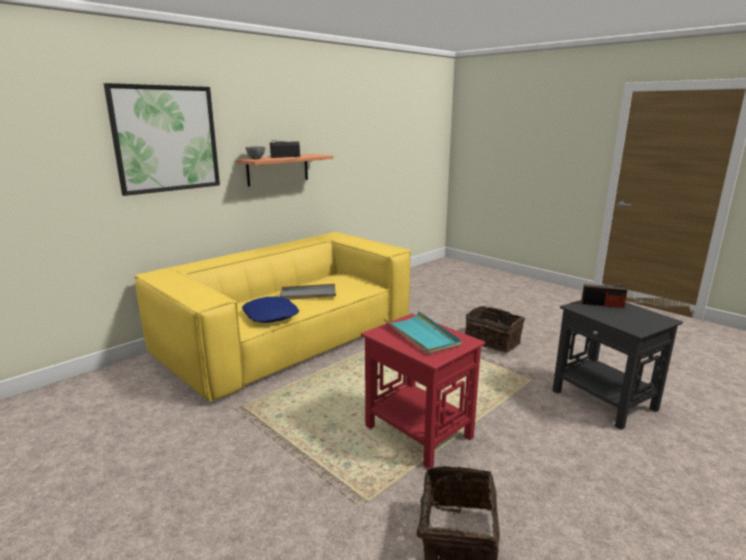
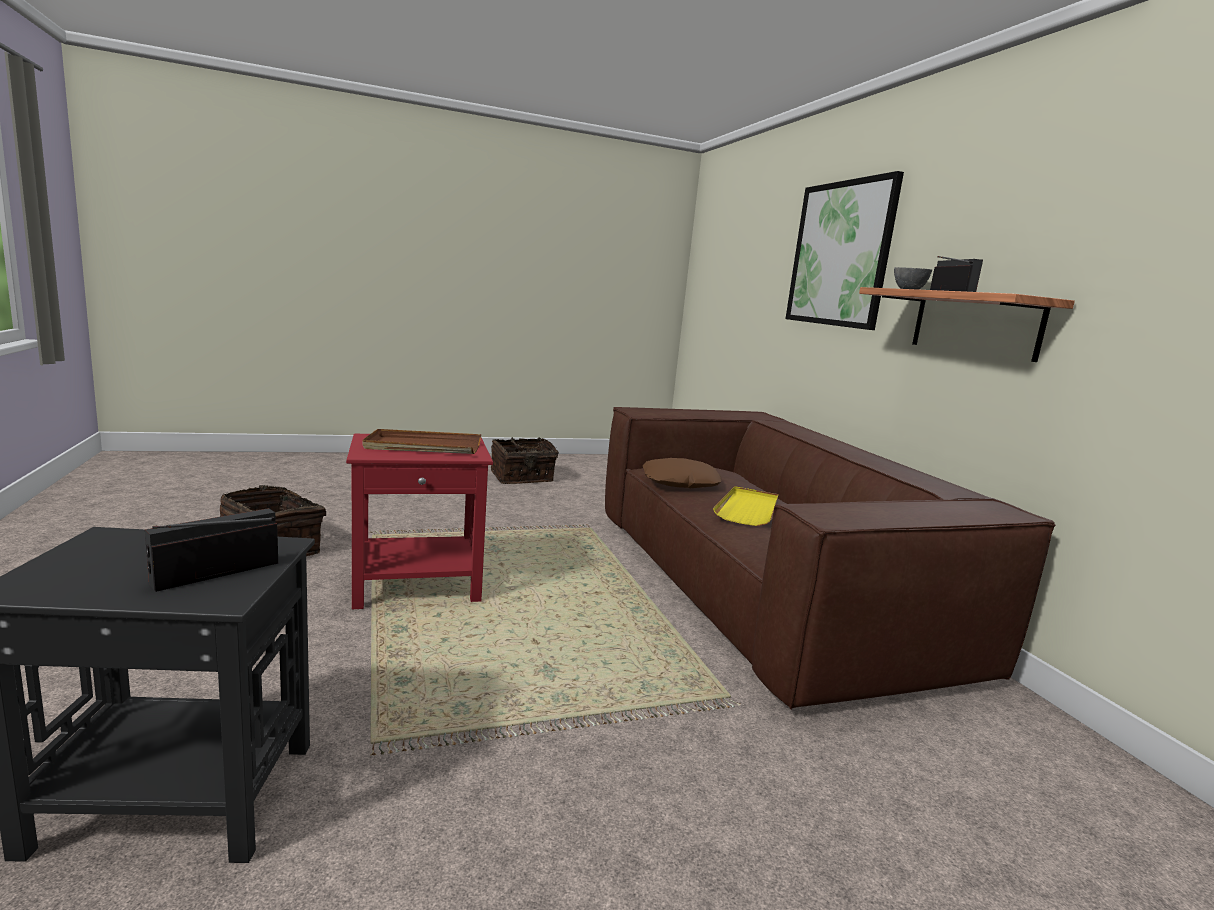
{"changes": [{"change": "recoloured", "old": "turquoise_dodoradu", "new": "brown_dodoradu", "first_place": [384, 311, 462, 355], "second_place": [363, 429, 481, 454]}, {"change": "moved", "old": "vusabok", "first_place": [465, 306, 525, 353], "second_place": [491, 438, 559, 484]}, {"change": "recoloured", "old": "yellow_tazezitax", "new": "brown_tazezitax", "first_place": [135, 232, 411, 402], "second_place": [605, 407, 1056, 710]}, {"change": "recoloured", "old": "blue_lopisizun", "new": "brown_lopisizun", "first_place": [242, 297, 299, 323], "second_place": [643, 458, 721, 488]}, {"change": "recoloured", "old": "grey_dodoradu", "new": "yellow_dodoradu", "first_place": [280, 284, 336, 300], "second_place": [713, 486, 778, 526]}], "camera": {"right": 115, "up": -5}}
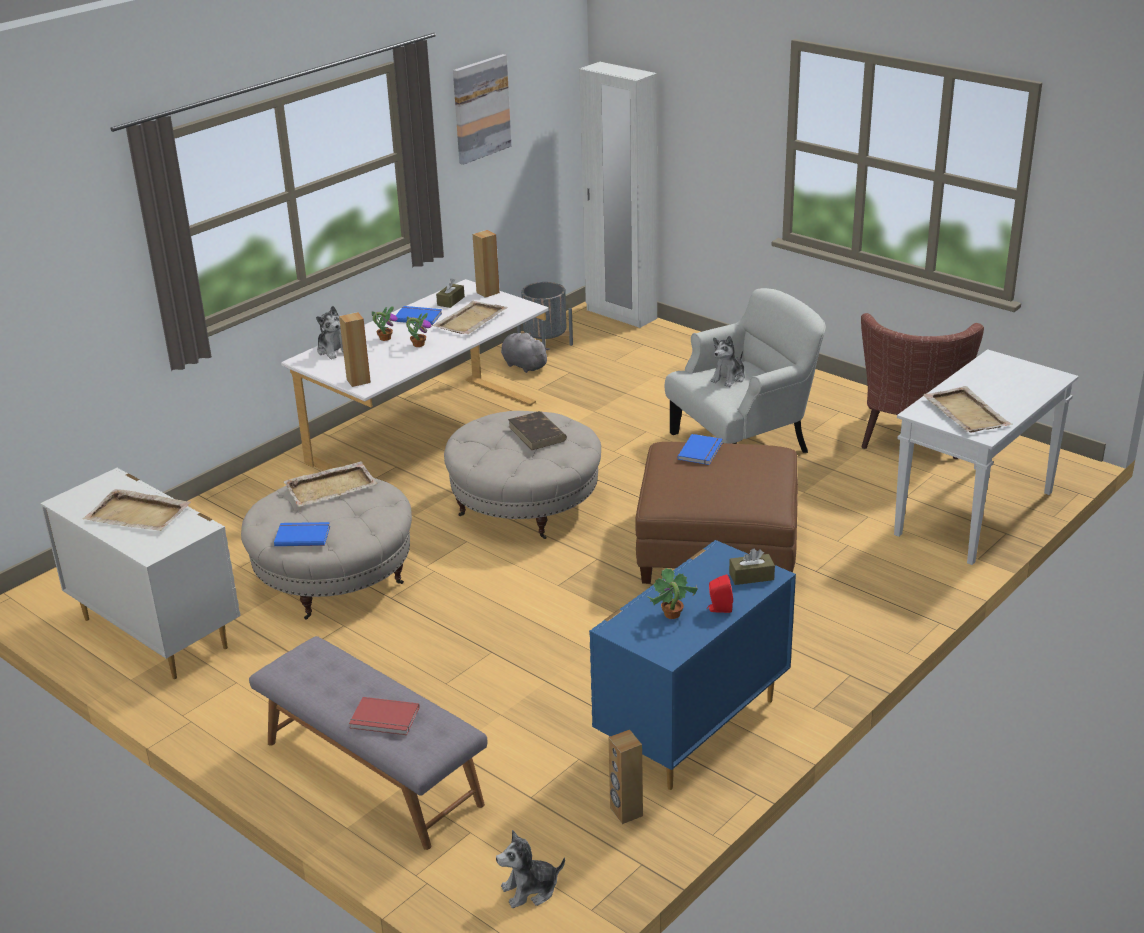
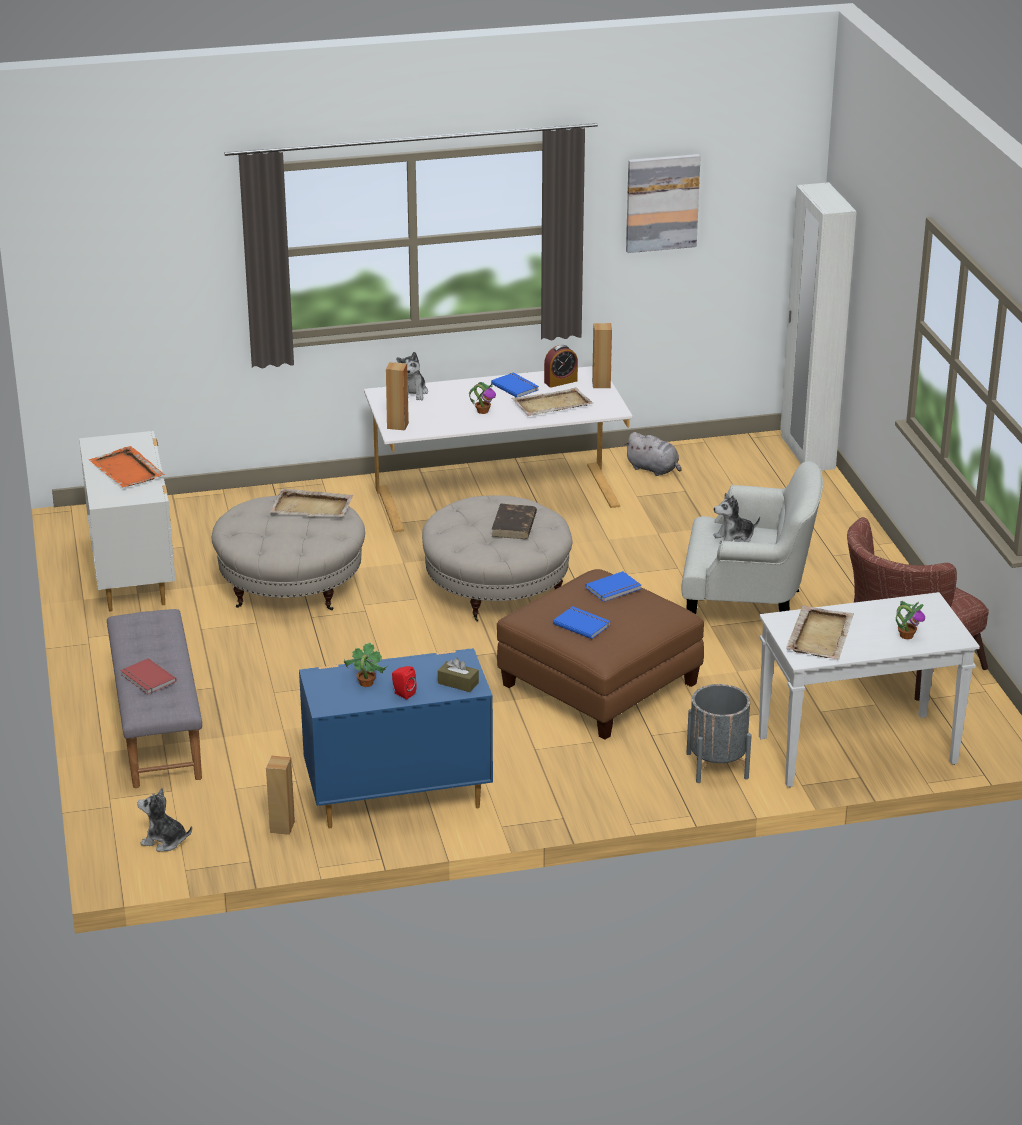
{"changes": [{"change": "recoloured", "old": "beige_dodoradu", "new": "orange_dodoradu", "first_place": [83, 489, 191, 531], "second_place": [89, 446, 165, 488]}, {"change": "replaced", "old": "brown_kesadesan", "new": "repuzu", "first_place": [436, 278, 465, 308], "second_place": [544, 345, 578, 388]}, {"change": "moved", "old": "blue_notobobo", "first_place": [274, 522, 330, 546], "second_place": [553, 606, 611, 639]}, {"change": "turned", "old": "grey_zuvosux", "first_place": [501, 332, 550, 373], "second_place": [624, 432, 681, 476], "degrees": 135}, {"change": "moved", "old": "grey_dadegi", "first_place": [517, 282, 573, 348], "second_place": [686, 684, 752, 783]}, {"change": "moved", "old": "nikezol", "first_place": [372, 306, 398, 341], "second_place": [896, 601, 925, 639]}], "camera": {"right": 35, "up": 0}}
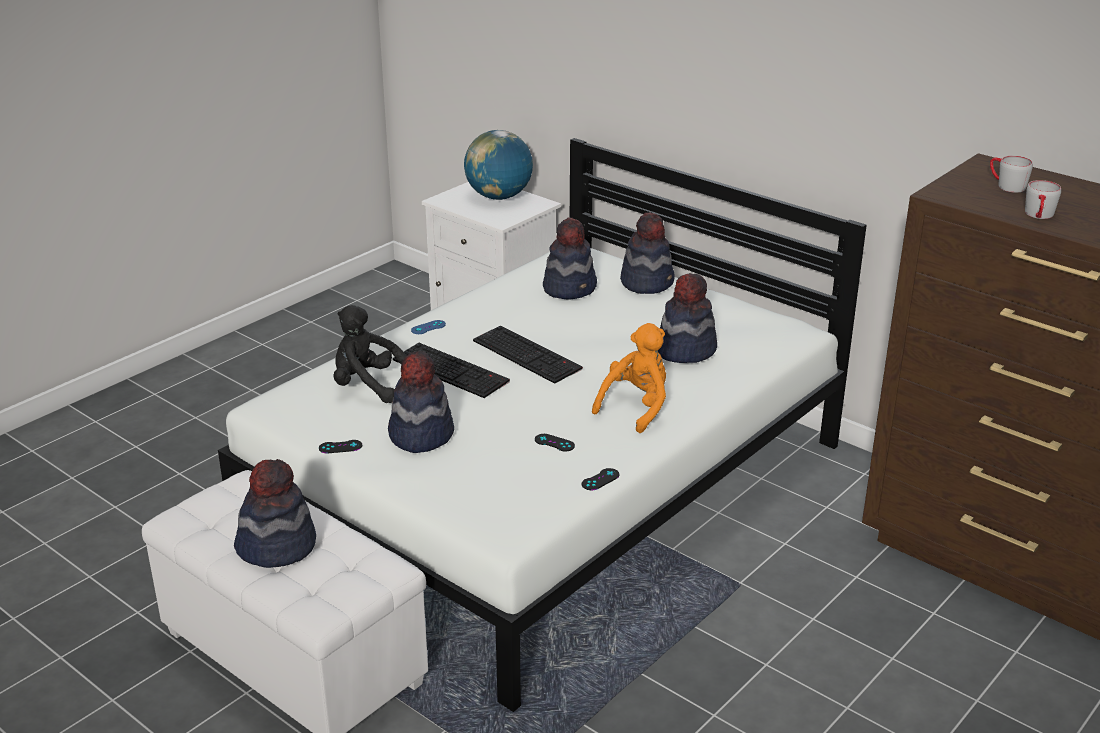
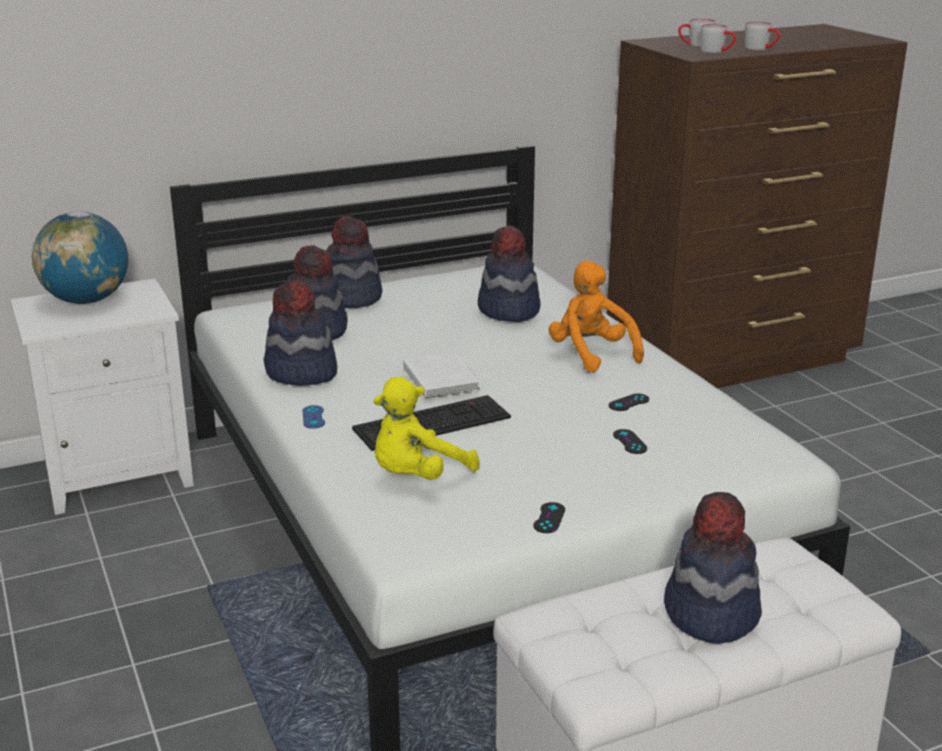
{"changes": [{"change": "moved", "old": "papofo", "first_place": [388, 351, 454, 453], "second_place": [264, 280, 338, 386]}, {"change": "recoloured", "old": "black_zuvosux", "new": "yellow_zuvosux", "first_place": [334, 305, 406, 403], "second_place": [373, 377, 480, 480]}, {"change": "replaced", "old": "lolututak", "new": "white_notobobo", "first_place": [473, 326, 583, 384], "second_place": [403, 352, 480, 398]}, {"change": "moved", "old": "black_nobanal", "first_place": [582, 468, 620, 490], "second_place": [613, 429, 647, 454]}, {"change": "added", "new": "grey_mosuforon", "second_place": [700, 24, 736, 53]}], "camera": {"right": -65, "up": -5}}
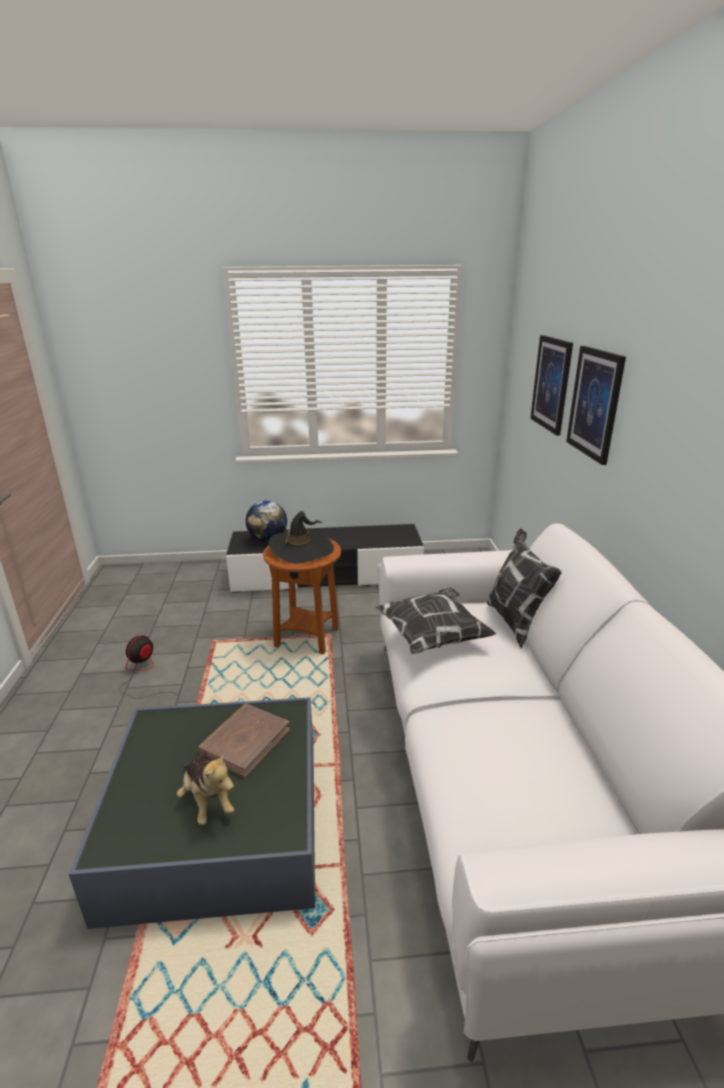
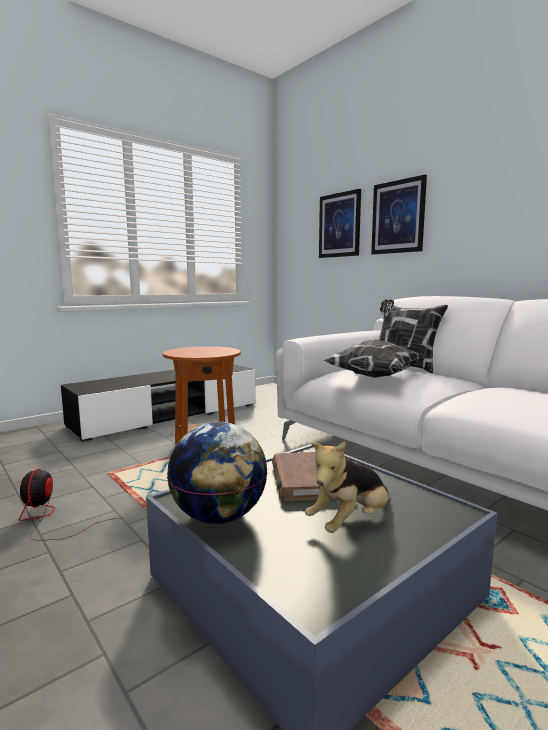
{"changes": [{"change": "moved", "old": "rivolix", "first_place": [245, 501, 287, 542], "second_place": [167, 422, 267, 524]}, {"change": "turned", "old": "zuvosux", "first_place": [177, 752, 234, 825], "second_place": [305, 442, 391, 533], "degrees": 120}, {"change": "removed", "old": "black_papofo", "first_place": [268, 511, 334, 564]}], "camera": {"right": -35, "up": -15}}
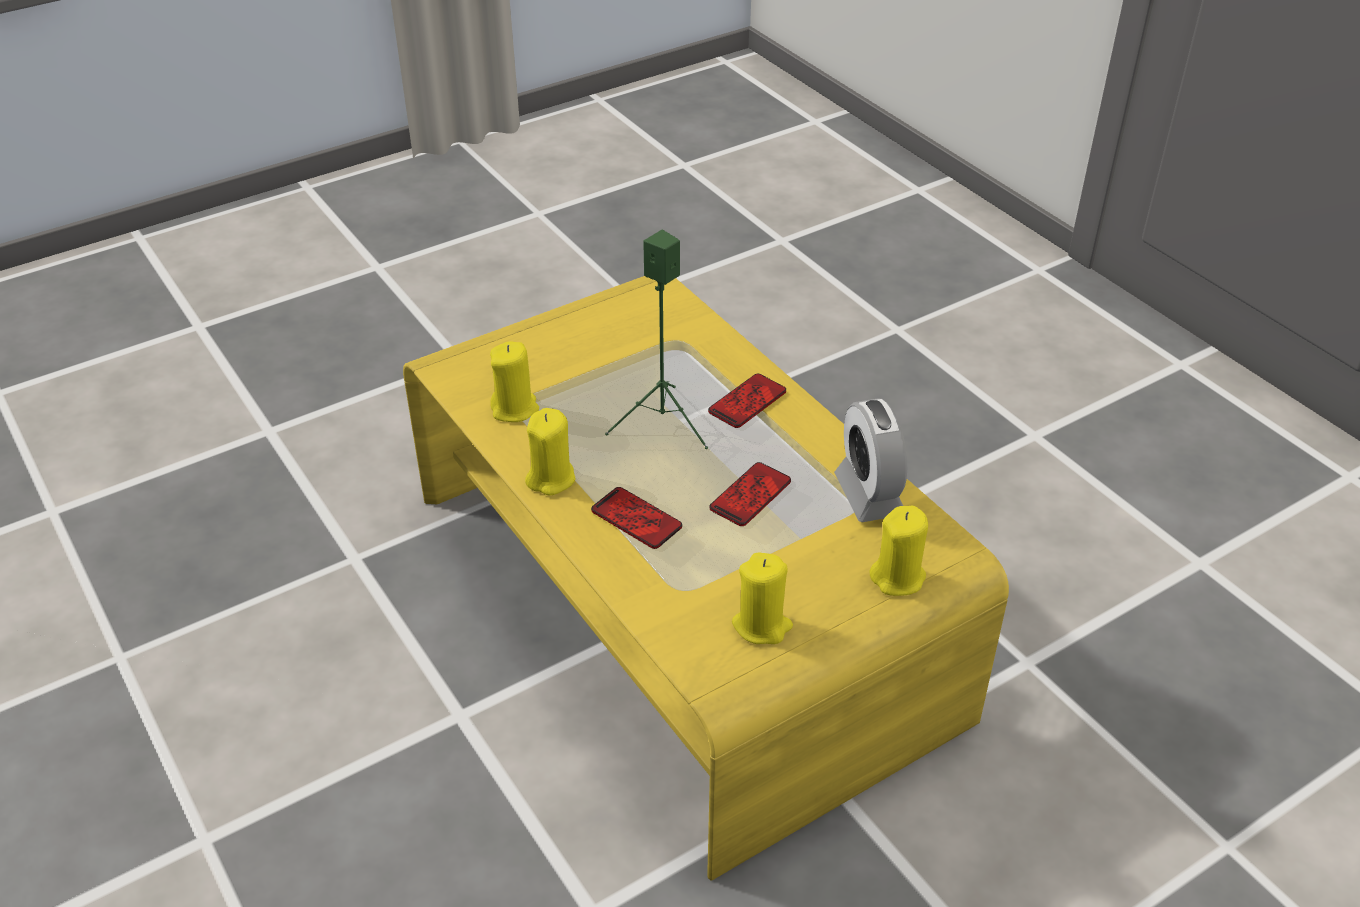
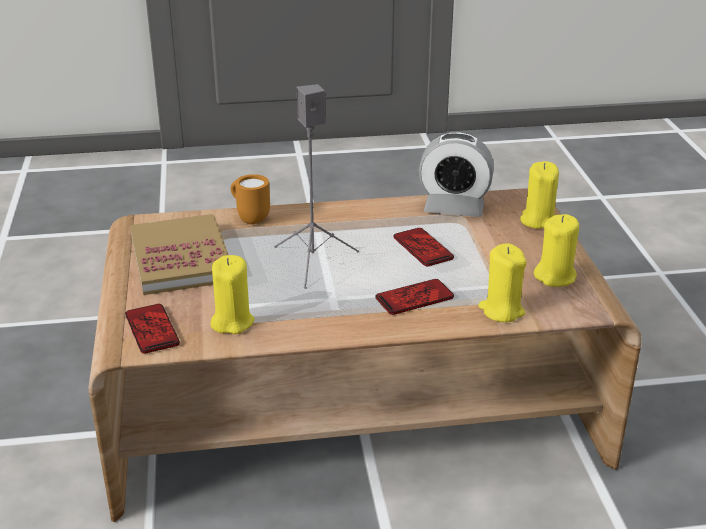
{"changes": [{"change": "recoloured", "old": "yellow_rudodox", "new": "brown_rudodox", "first_place": [403, 276, 1009, 881], "second_place": [89, 188, 642, 522]}, {"change": "moved", "old": "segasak", "first_place": [708, 374, 786, 428], "second_place": [125, 304, 180, 354]}, {"change": "added", "new": "notobobo", "second_place": [130, 214, 228, 295]}, {"change": "added", "new": "orange_mosuforon", "second_place": [231, 174, 270, 224]}, {"change": "recoloured", "old": "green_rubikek", "new": "grey_rubikek", "first_place": [605, 229, 708, 449], "second_place": [274, 84, 359, 289]}, {"change": "moved", "old": "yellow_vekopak", "first_place": [525, 408, 576, 496], "second_place": [478, 244, 527, 322]}], "camera": {"right": -65, "up": -10}}
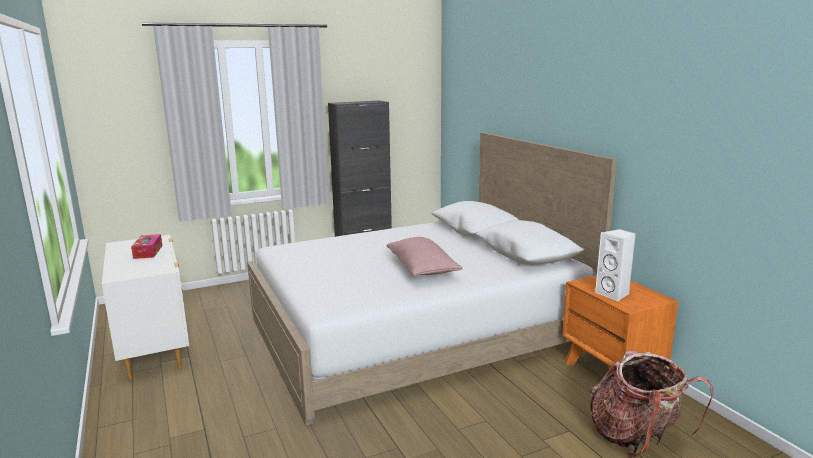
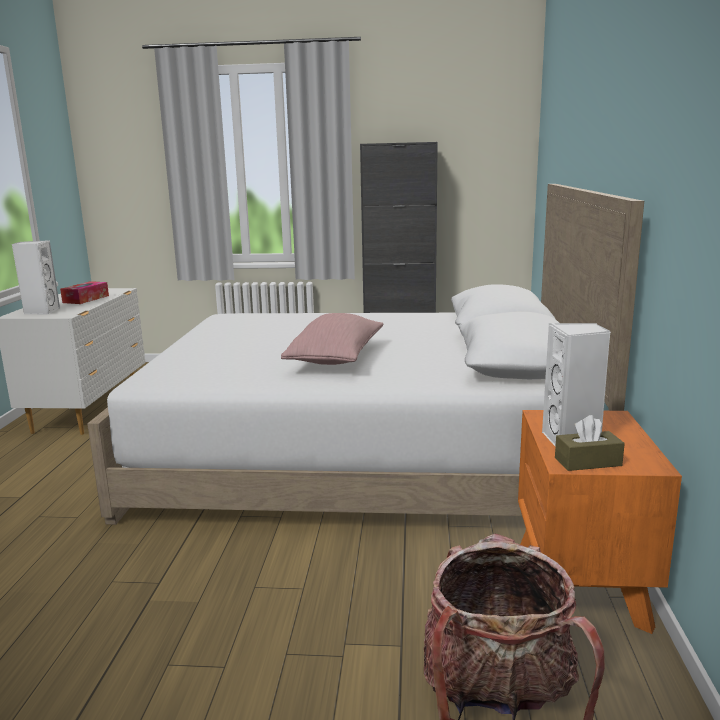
{"changes": [{"change": "added", "new": "white_rubikek", "second_place": [11, 240, 60, 315]}, {"change": "added", "new": "brown_kesadesan", "second_place": [555, 415, 625, 471]}], "camera": {"right": 30, "up": 0}}
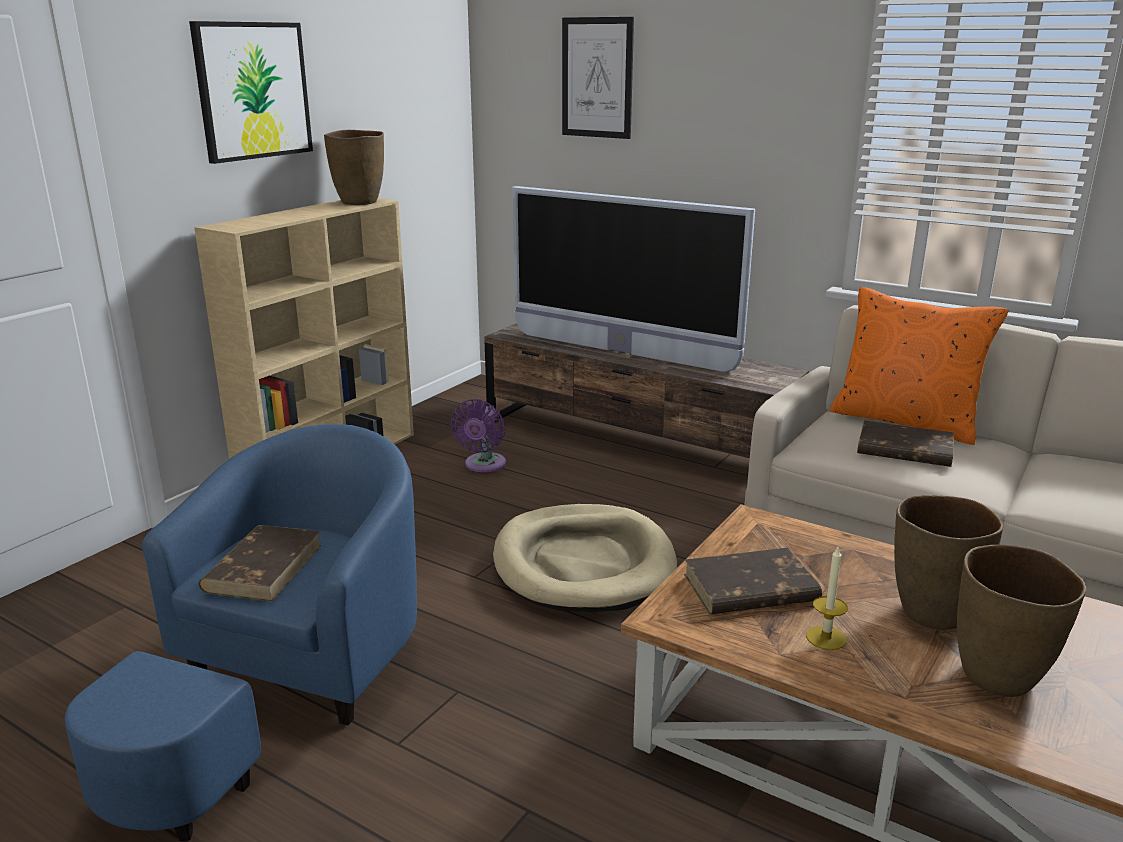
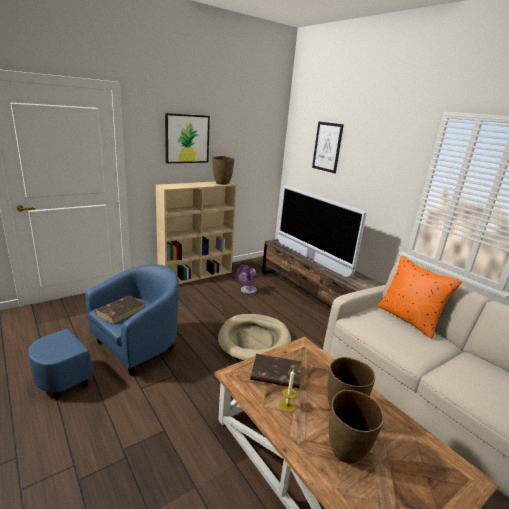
{"changes": [{"change": "removed", "old": "brown_notobobo", "first_place": [857, 420, 954, 467]}], "camera": {"right": 20, "up": 0}}
